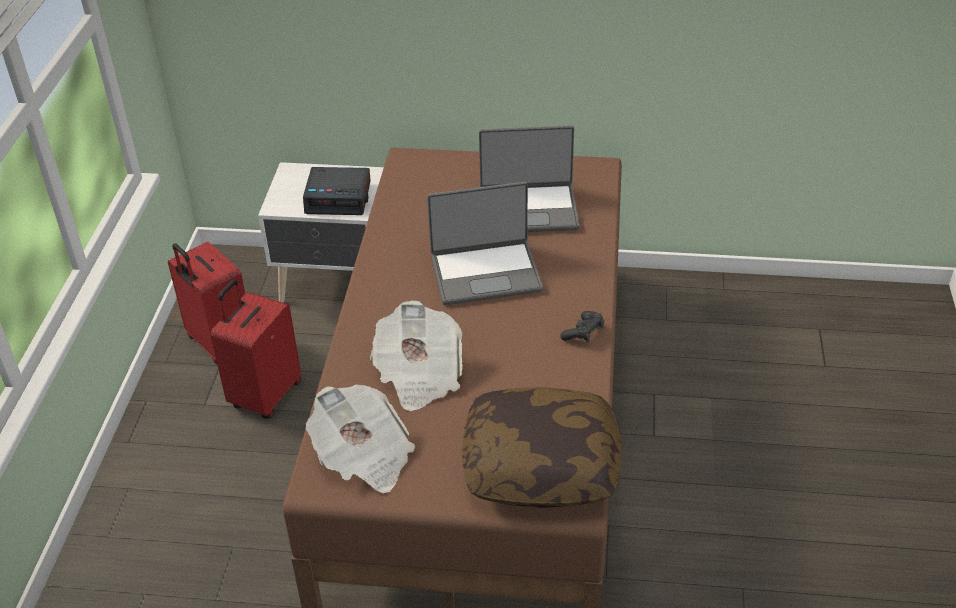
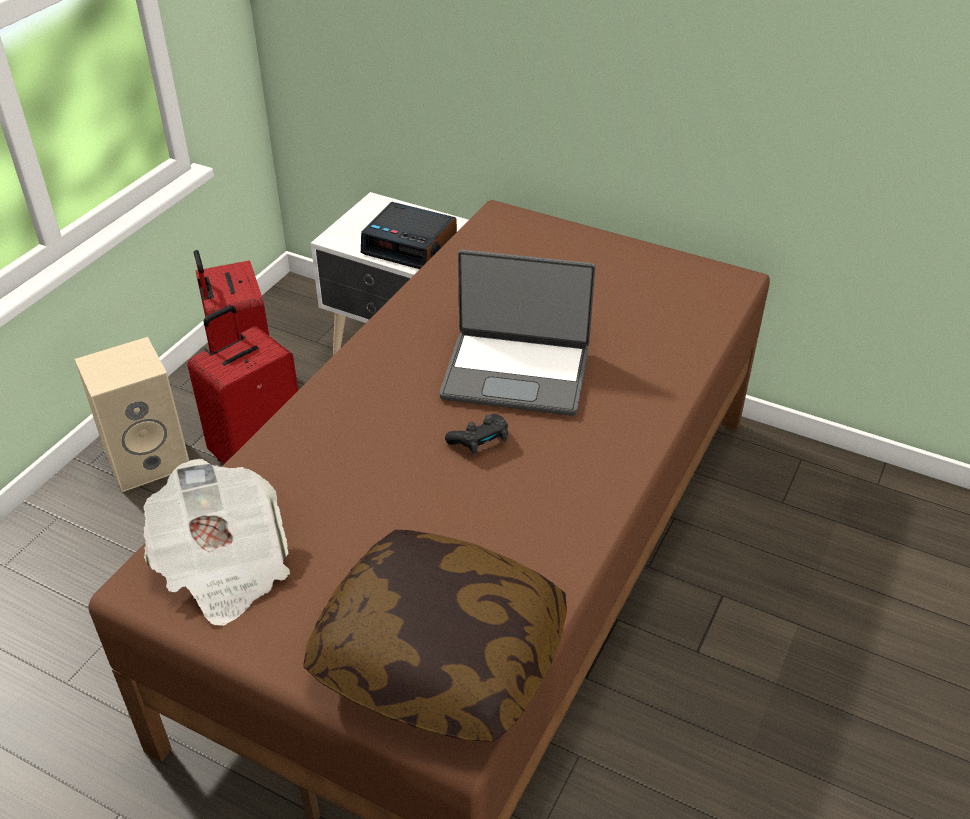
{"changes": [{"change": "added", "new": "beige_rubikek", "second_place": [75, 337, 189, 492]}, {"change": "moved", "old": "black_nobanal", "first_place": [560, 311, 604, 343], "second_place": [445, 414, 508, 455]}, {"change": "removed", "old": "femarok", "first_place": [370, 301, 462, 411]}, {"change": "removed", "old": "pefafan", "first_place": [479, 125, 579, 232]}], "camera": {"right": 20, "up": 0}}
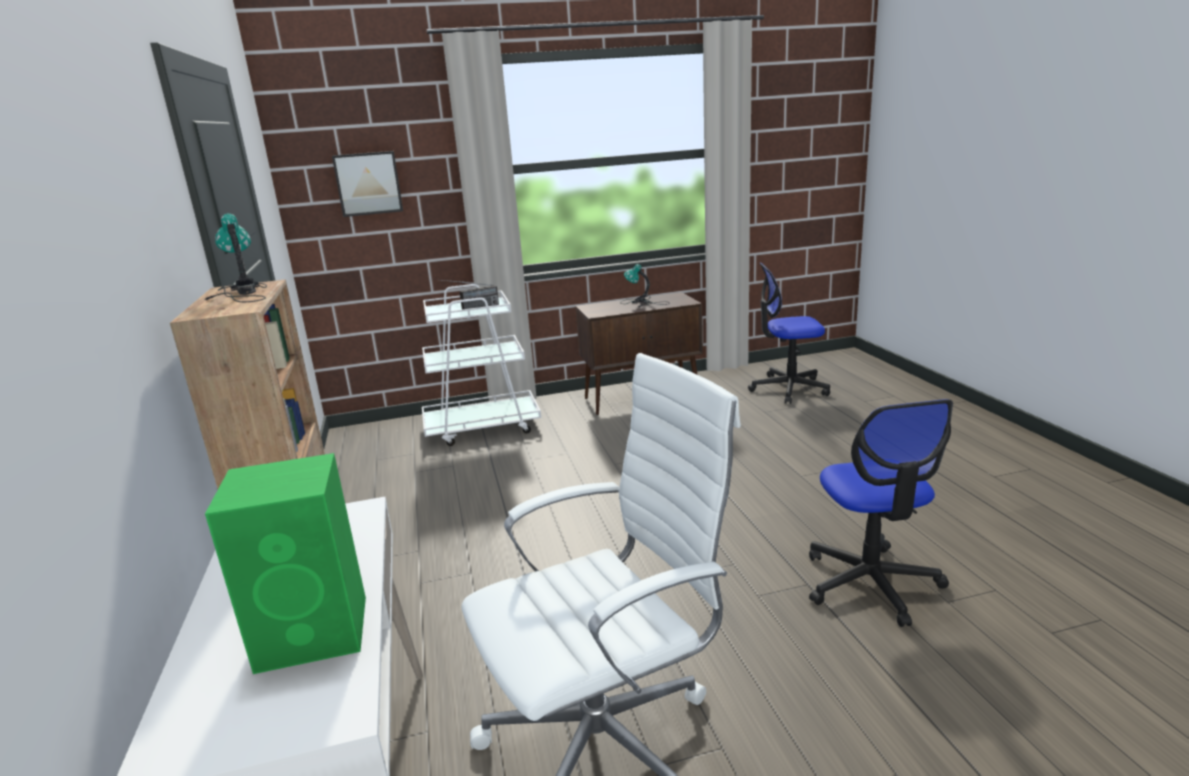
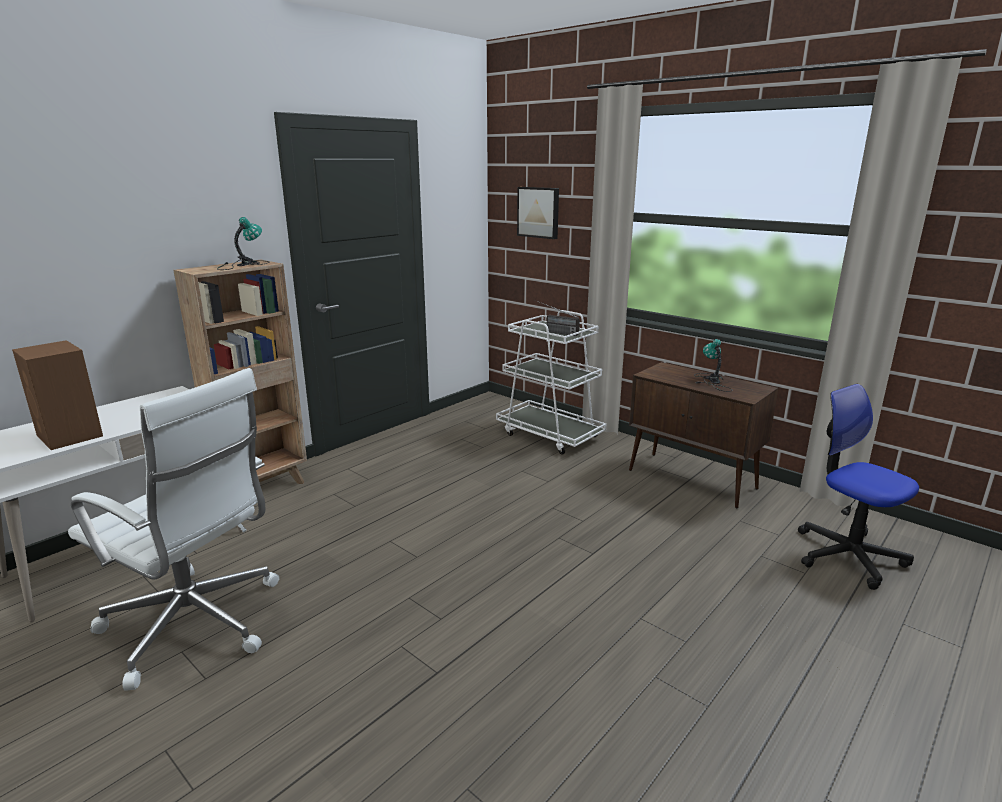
{"changes": [{"change": "recoloured", "old": "green_rubikek", "new": "brown_rubikek", "first_place": [205, 453, 366, 674], "second_place": [12, 340, 103, 450]}, {"change": "removed", "old": "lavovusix", "first_place": [809, 399, 953, 627]}], "camera": {"right": 55, "up": 0}}
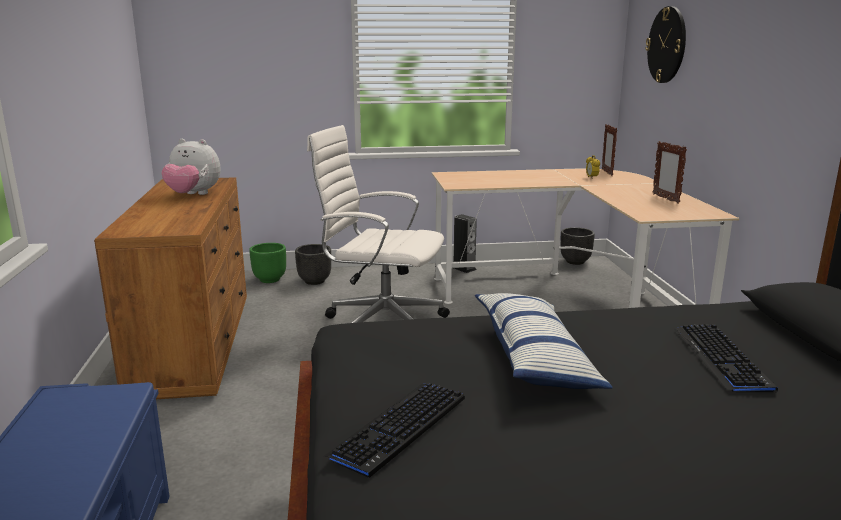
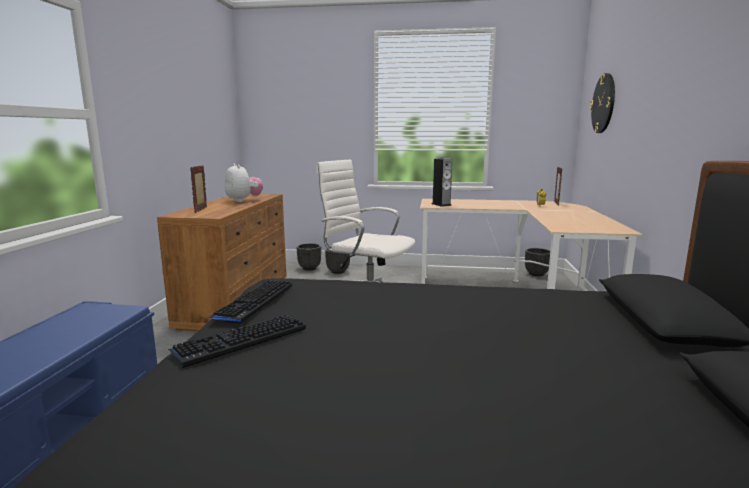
{"changes": [{"change": "moved", "old": "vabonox", "first_place": [653, 141, 687, 204], "second_place": [190, 165, 207, 213]}, {"change": "moved", "old": "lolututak", "first_place": [674, 324, 778, 393], "second_place": [208, 280, 292, 323]}, {"change": "turned", "old": "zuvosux", "first_place": [161, 139, 221, 195], "second_place": [225, 164, 263, 202], "degrees": -150}, {"change": "recoloured", "old": "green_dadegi", "new": "black_dadegi", "first_place": [249, 243, 286, 283], "second_place": [297, 243, 321, 271]}, {"change": "moved", "old": "rubikek", "first_place": [454, 214, 477, 273], "second_place": [432, 157, 452, 207]}, {"change": "removed", "old": "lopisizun", "first_place": [475, 293, 613, 389]}], "camera": {"right": 15, "up": -5}}
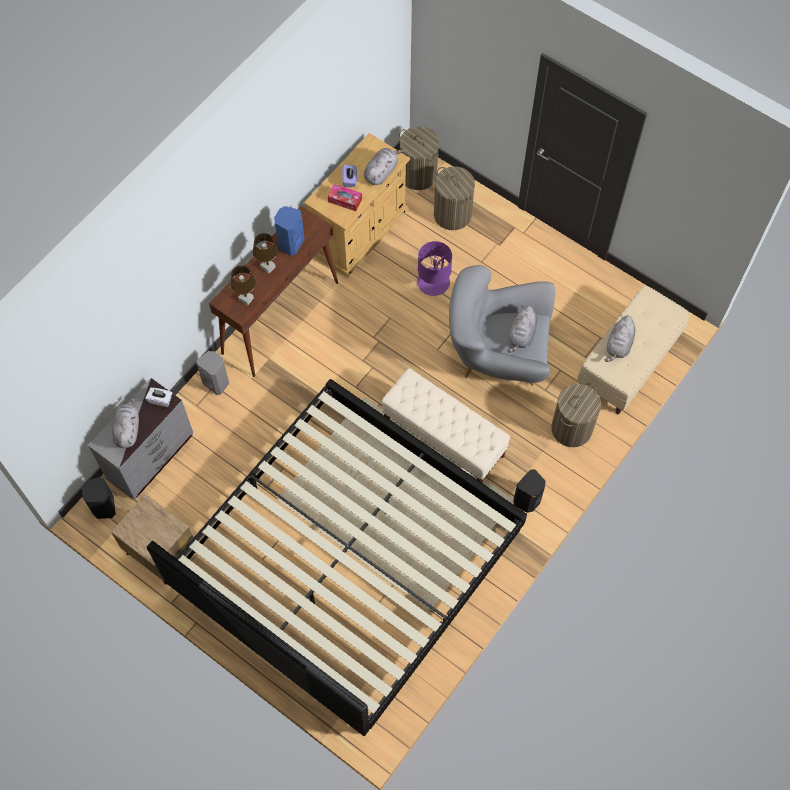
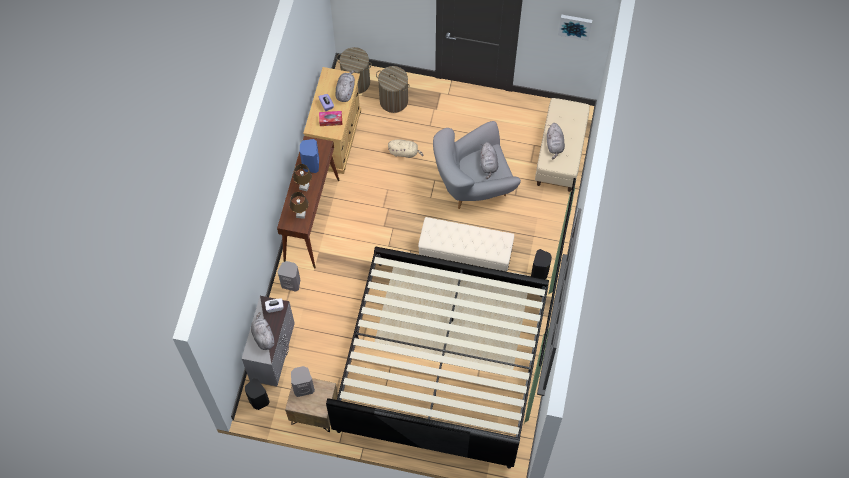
{"changes": [{"change": "added", "new": "grey_rubikek", "second_place": [291, 366, 315, 397]}, {"change": "replaced", "old": "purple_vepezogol", "new": "beige_zuvosux", "first_place": [417, 241, 452, 296], "second_place": [388, 139, 423, 158]}, {"change": "added", "new": "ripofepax", "second_place": [558, 15, 592, 41]}, {"change": "removed", "old": "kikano", "first_place": [551, 383, 601, 447]}], "camera": {"right": -25, "up": 0}}
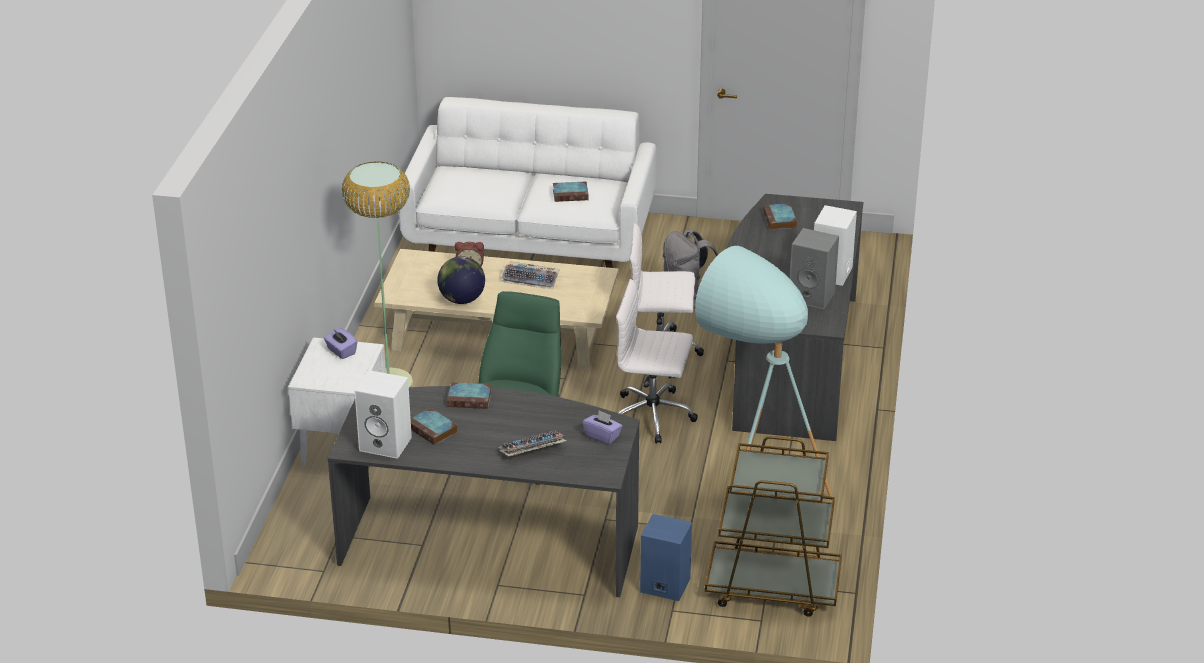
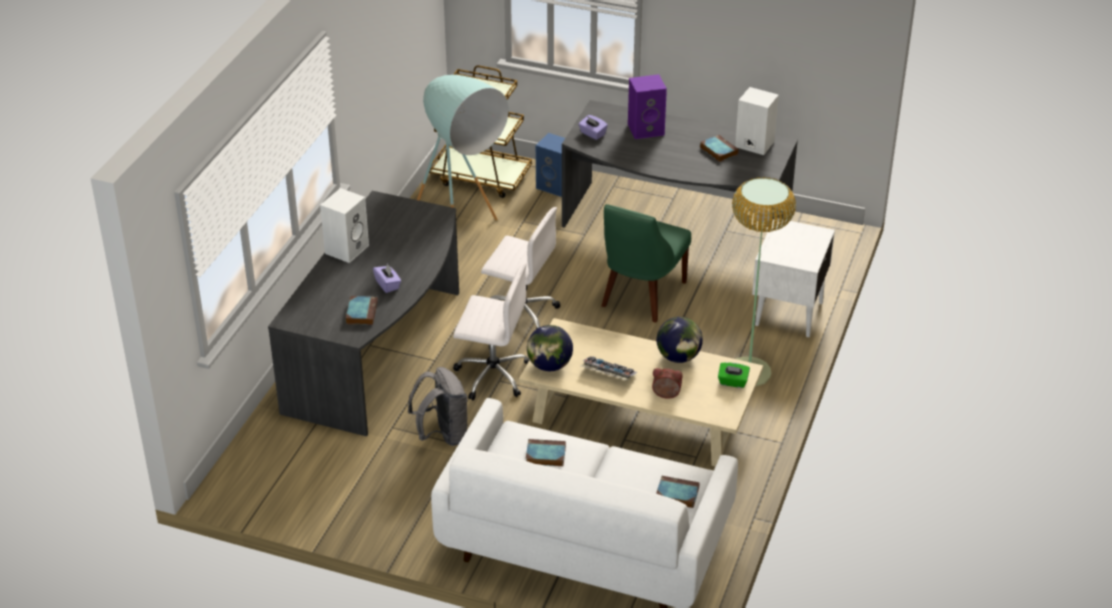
{"changes": [{"change": "moved", "old": "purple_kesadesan", "first_place": [324, 327, 357, 359], "second_place": [373, 263, 401, 293]}, {"change": "added", "new": "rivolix", "second_place": [527, 325, 573, 371]}, {"change": "replaced", "old": "lolututak", "new": "purple_rubikek", "first_place": [498, 431, 567, 456], "second_place": [628, 74, 667, 139]}, {"change": "moved", "old": "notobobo", "first_place": [447, 382, 492, 409], "second_place": [656, 476, 700, 508]}, {"change": "added", "new": "green_kesadesan", "second_place": [718, 362, 750, 388]}, {"change": "removed", "old": "grey_rubikek", "first_place": [790, 228, 839, 309]}], "camera": {"right": -170, "up": 5}}
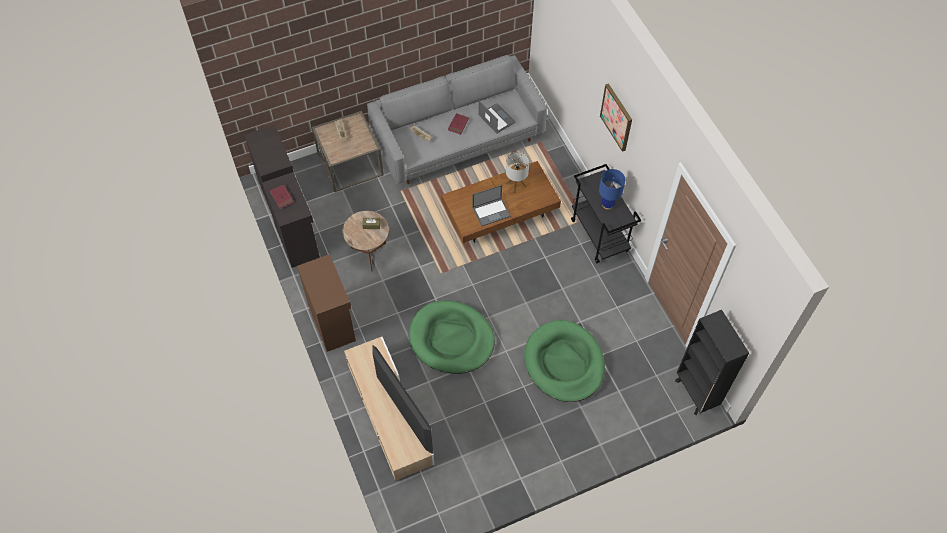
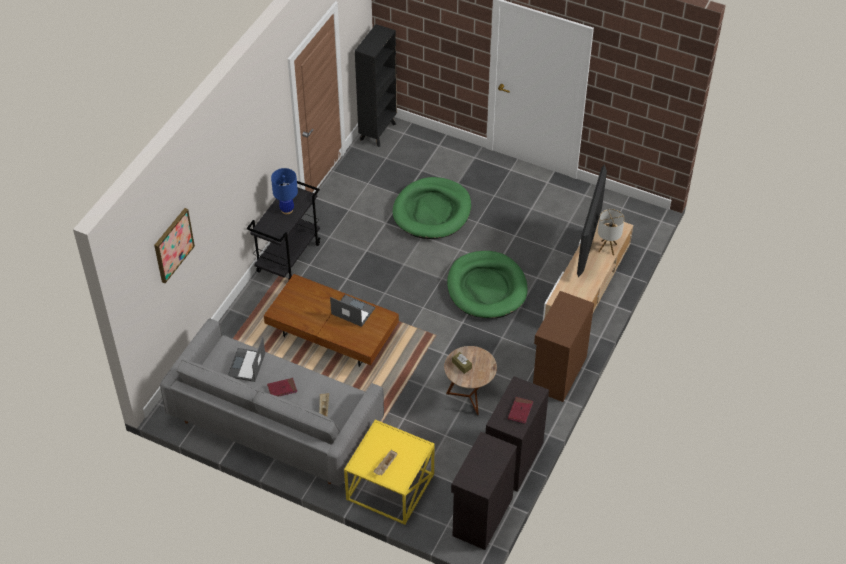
{"changes": [{"change": "moved", "old": "ripofepax", "first_place": [600, 83, 632, 152], "second_place": [154, 208, 195, 283]}, {"change": "recoloured", "old": "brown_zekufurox", "new": "yellow_zekufurox", "first_place": [312, 111, 383, 192], "second_place": [344, 420, 434, 525]}, {"change": "moved", "old": "vepezogol", "first_place": [506, 152, 529, 193], "second_place": [598, 209, 625, 255]}], "camera": {"right": -130, "up": -10}}
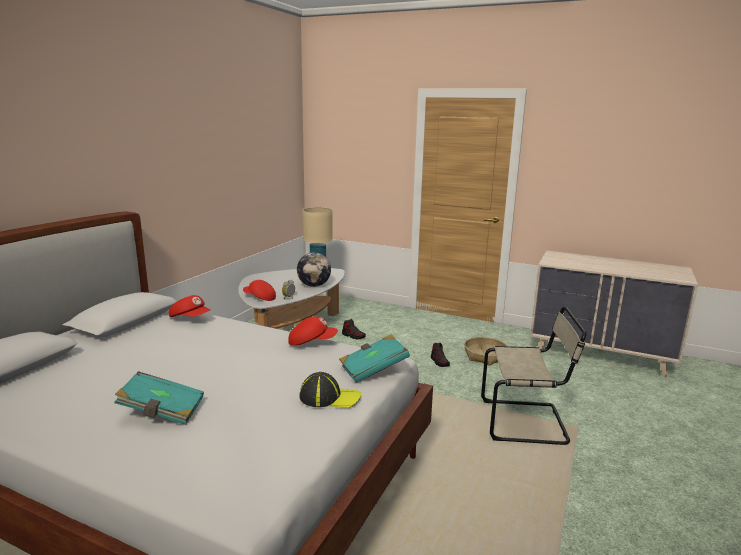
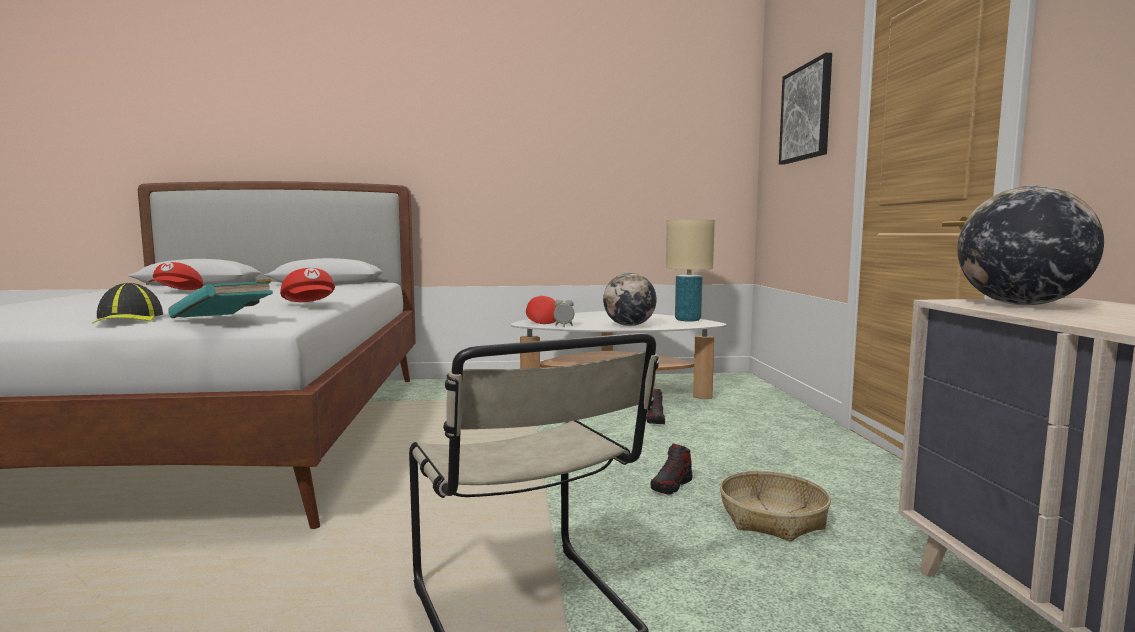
{"changes": [{"change": "moved", "old": "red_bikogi", "first_place": [169, 295, 210, 317], "second_place": [148, 262, 203, 290]}, {"change": "added", "new": "ripofepax", "second_place": [779, 53, 832, 165]}, {"change": "added", "new": "rivolix", "second_place": [957, 186, 1104, 305]}, {"change": "removed", "old": "turquoise_notobobo", "first_place": [114, 371, 204, 425]}], "camera": {"right": 60, "up": -10}}
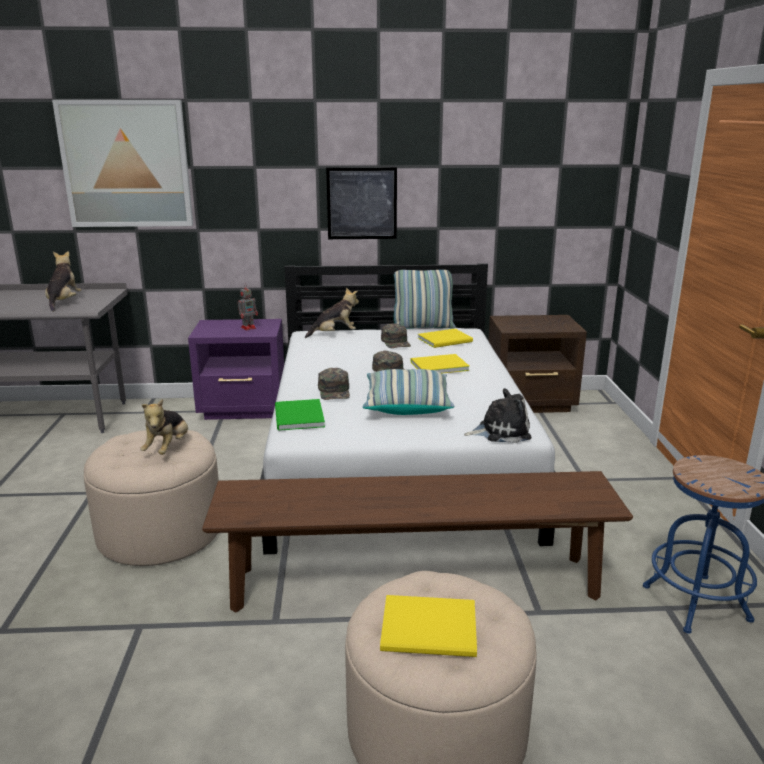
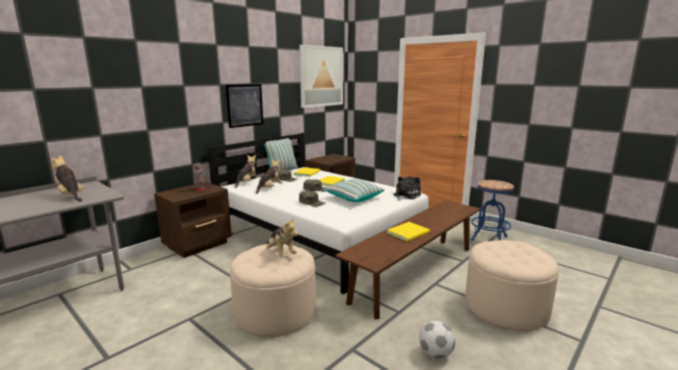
{"changes": [{"change": "recoloured", "old": "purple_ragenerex", "new": "brown_ragenerex", "first_place": [188, 319, 284, 420], "second_place": [154, 182, 232, 258]}, {"change": "added", "new": "zuvosux", "second_place": [256, 159, 283, 194]}, {"change": "moved", "old": "ripofepax", "first_place": [52, 100, 193, 227], "second_place": [299, 45, 343, 108]}, {"change": "moved", "old": "yellow_notobobo", "first_place": [380, 595, 477, 657], "second_place": [387, 222, 430, 241]}, {"change": "added", "new": "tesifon", "second_place": [419, 321, 455, 359]}, {"change": "removed", "old": "green_notobobo", "first_place": [275, 399, 325, 431]}], "camera": {"right": -45, "up": -5}}
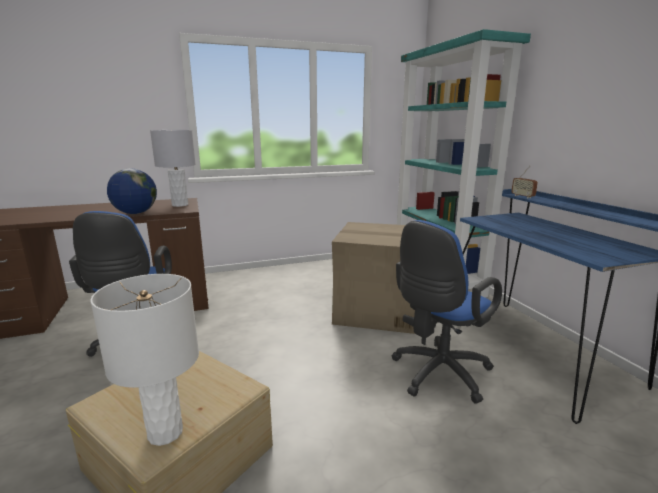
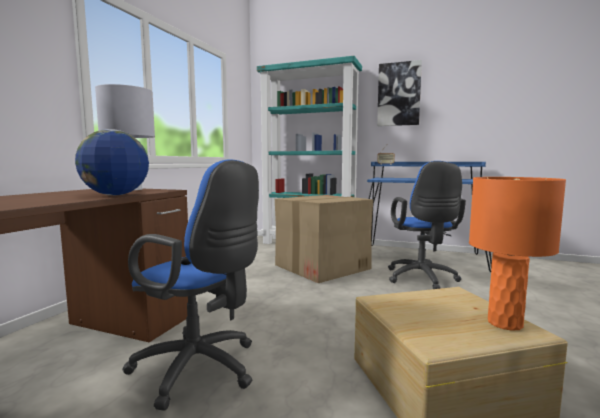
{"changes": [{"change": "added", "new": "ripofepax", "second_place": [377, 60, 422, 126]}, {"change": "recoloured", "old": "white_vepezogol", "new": "orange_vepezogol", "first_place": [91, 274, 199, 446], "second_place": [469, 177, 566, 331]}], "camera": {"right": -50, "up": -10}}
